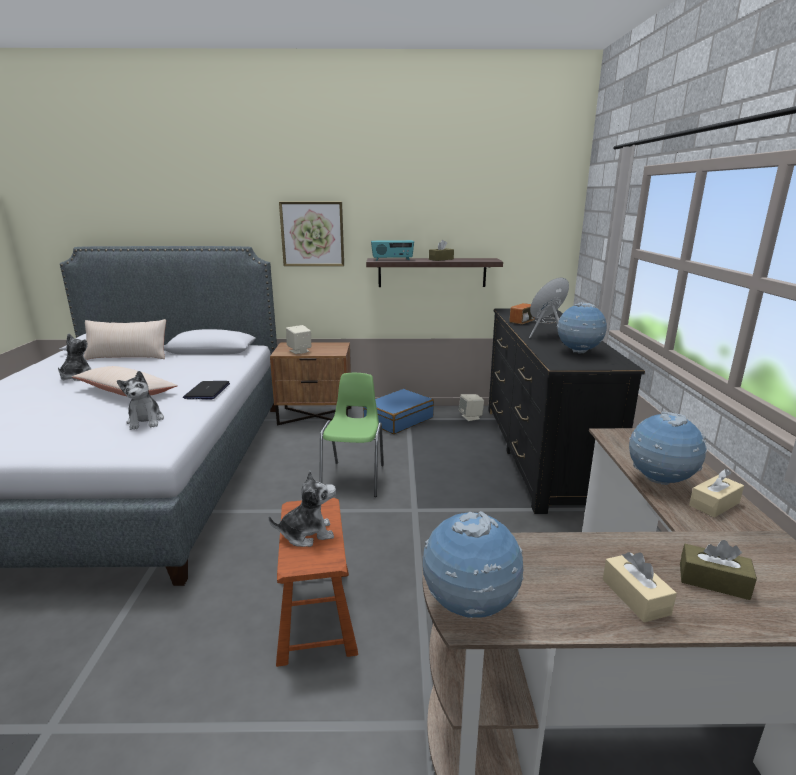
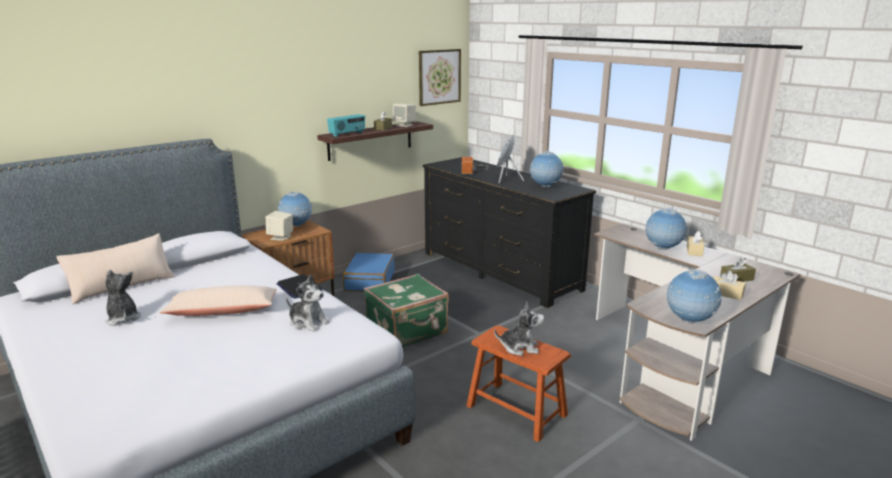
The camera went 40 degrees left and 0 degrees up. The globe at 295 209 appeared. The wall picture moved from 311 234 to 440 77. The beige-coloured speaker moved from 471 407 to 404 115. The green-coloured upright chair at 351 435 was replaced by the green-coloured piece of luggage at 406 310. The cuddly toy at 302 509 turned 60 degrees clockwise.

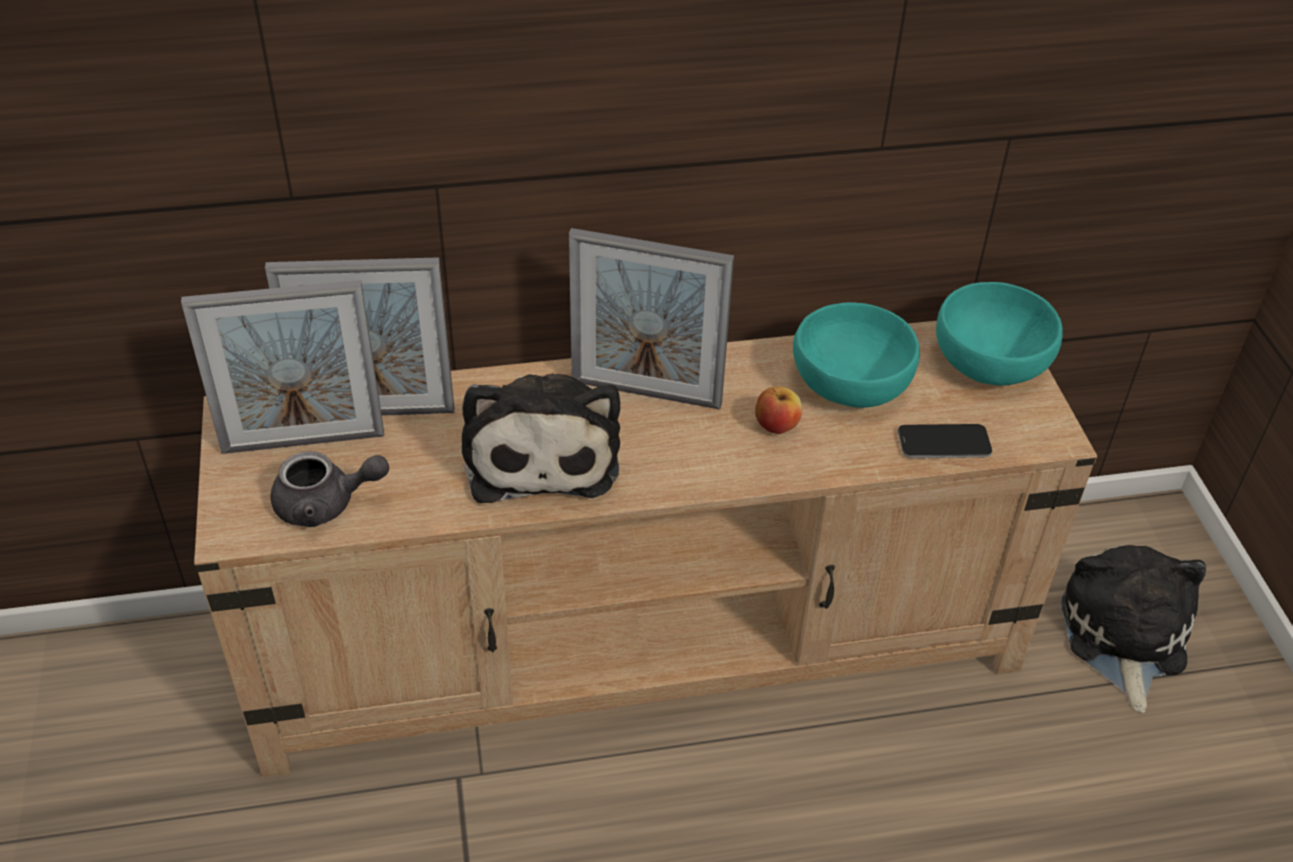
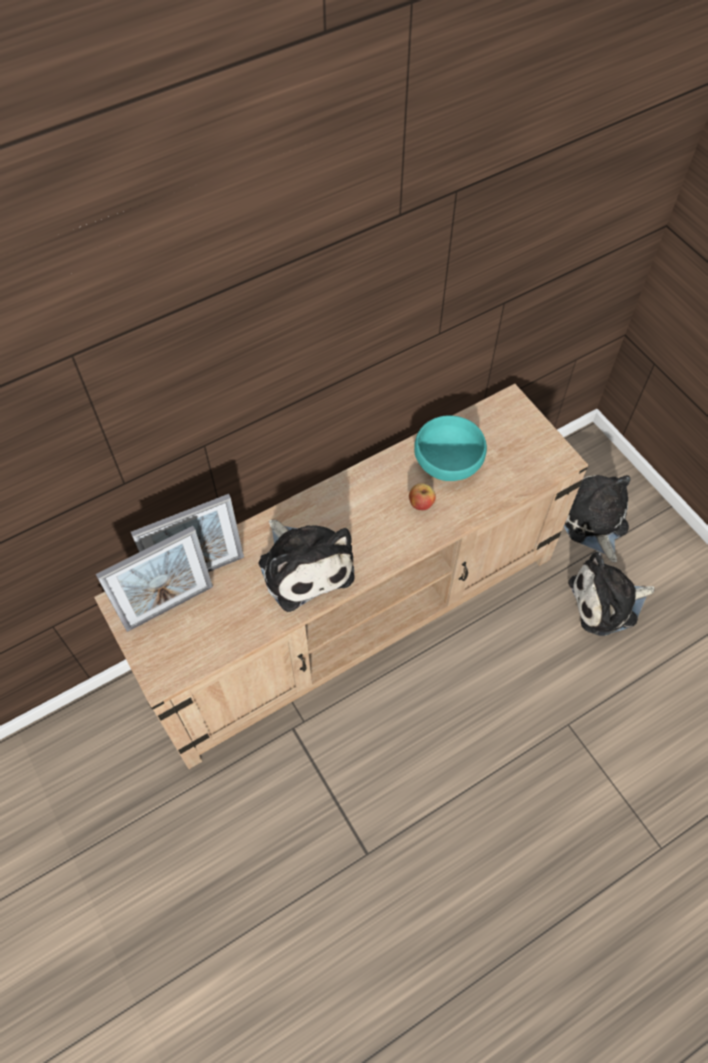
The camera went 20 degrees left and 15 degrees up. The grey tea pot at 329 489 disappeared. The standing frame at 651 319 disappeared. The phone at 945 441 disappeared. The turquoise-coloured bowl at 999 334 disappeared. The cuddly toy at 611 594 appeared.

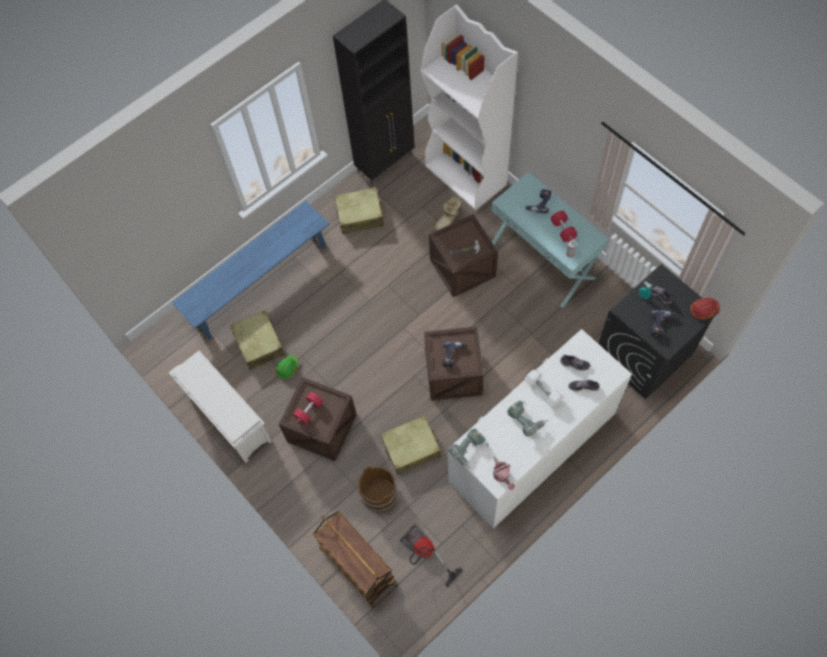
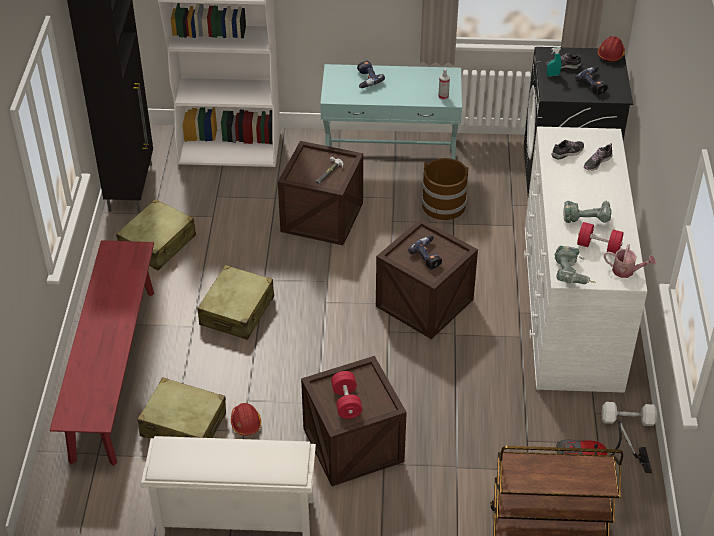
The camera went 50 degrees left and 20 degrees down. The boot at 448 214 disappeared. The brown water bucket moved from 378 489 to 445 189. The beige-coloured piece of luggage moved from 410 445 to 235 302. The white-coloured dumbbell moved from 544 388 to 629 414. The red-coloured dumbbell moved from 564 226 to 600 238. The blue-coloured long seat at 250 270 became the red-coloured long seat at 102 353. The green-coloured work helmet at 287 367 became the red-coloured work helmet at 246 419.

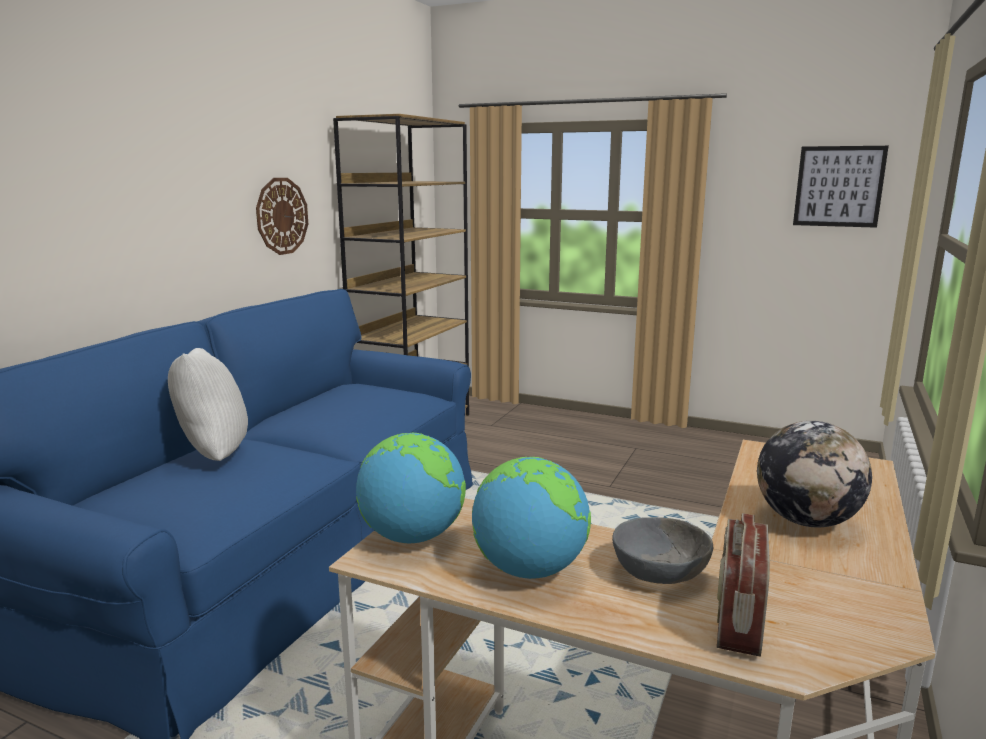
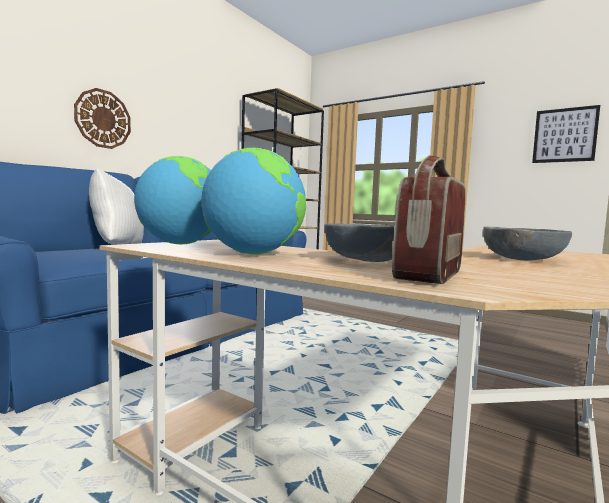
The camera went 10 degrees right and 10 degrees down. The hanging clock moved from 282 216 to 102 118. The globe at 814 474 was replaced by the grey bowl at 527 243.

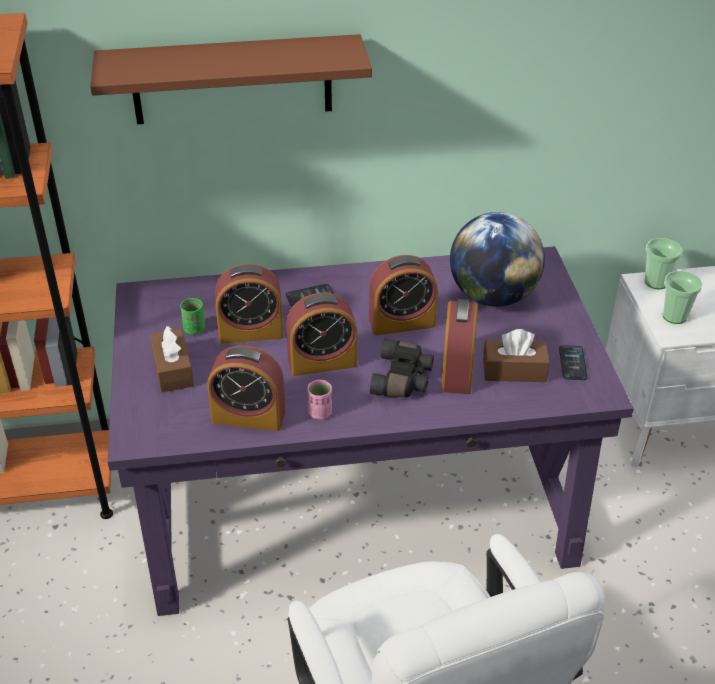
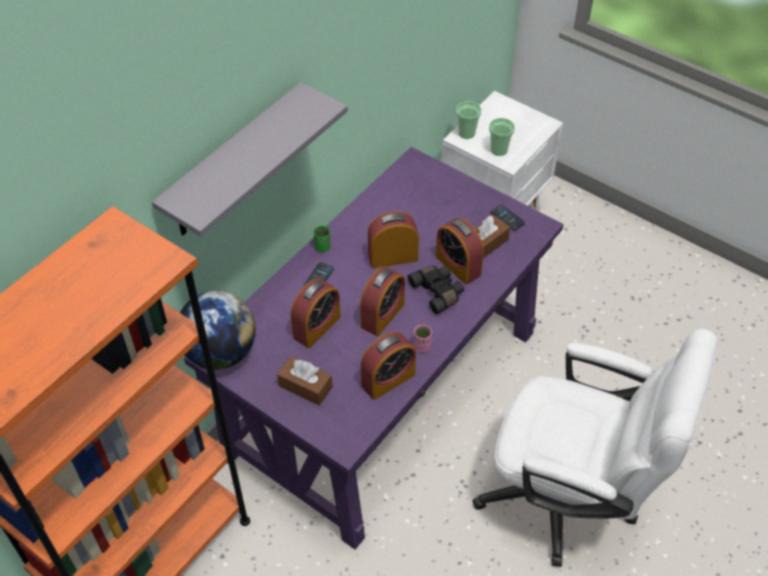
The camera went 45 degrees left and 10 degrees up. The green-coloured cup moved from 192 316 to 322 239. The globe moved from 497 259 to 218 330. The brown shelf at 231 79 became the grey shelf at 250 159. The bedside clock at 403 295 turned 135 degrees counterclockwise.

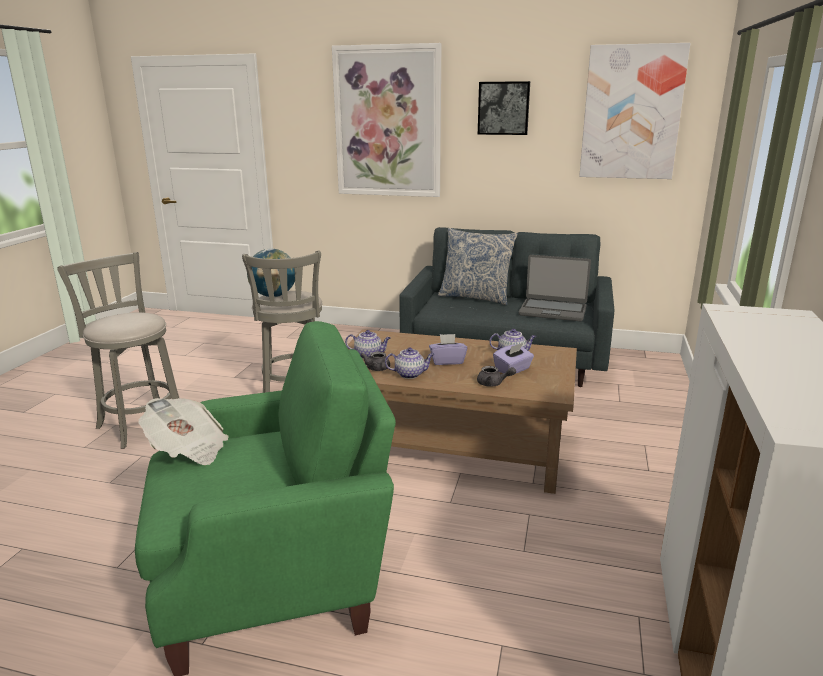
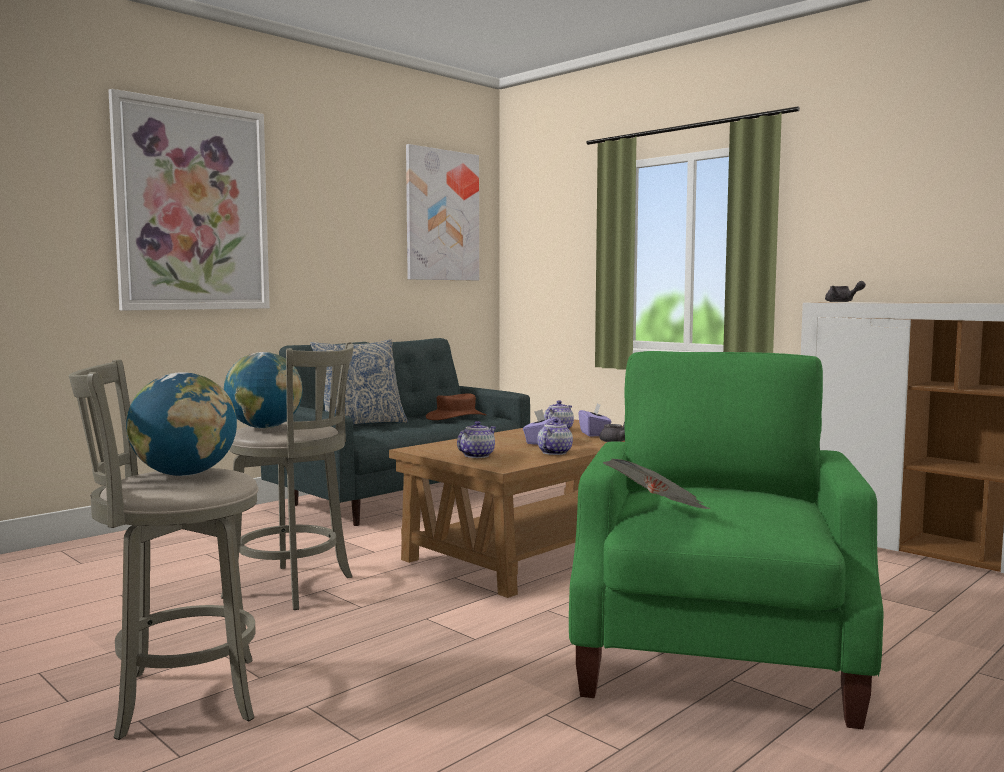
The camera went 60 degrees left and 15 degrees down. The wall picture at 504 108 disappeared. The globe at 181 424 appeared. The grey tea pot moved from 375 361 to 845 291. The laptop at 554 288 was replaced by the brown hat at 456 406.

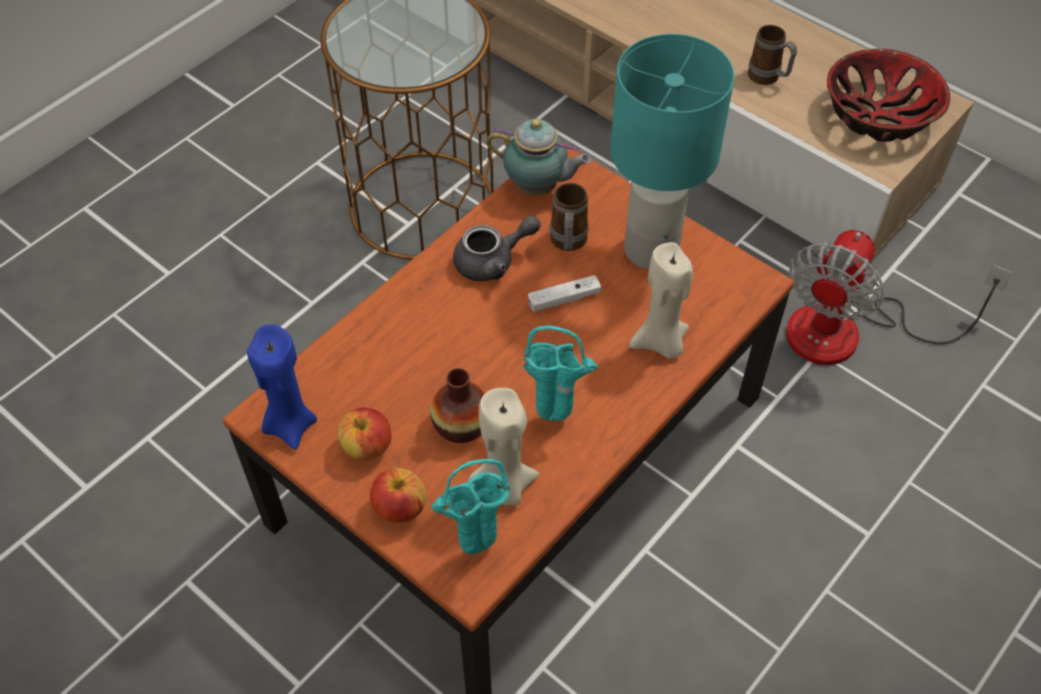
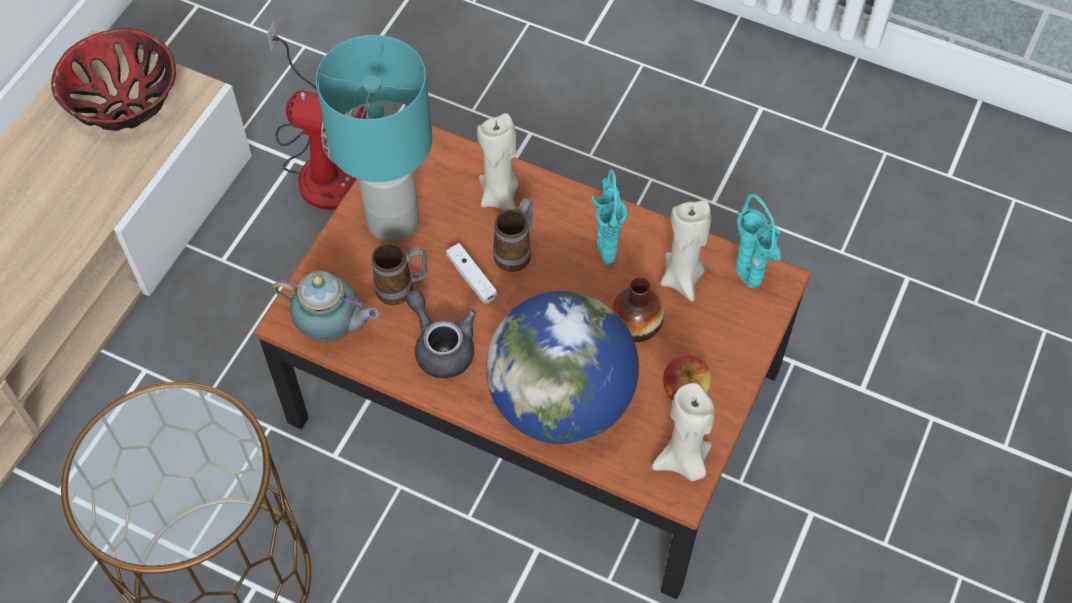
The camera went 105 degrees left and 5 degrees up. The apple fruit at 398 495 disappeared. The globe at 562 367 appeared. The coffee mug moved from 772 55 to 513 235. The blue-coloured wax candle at 282 387 became the beige-coloured wax candle at 683 432. The tea pot at 538 157 turned 105 degrees clockwise.

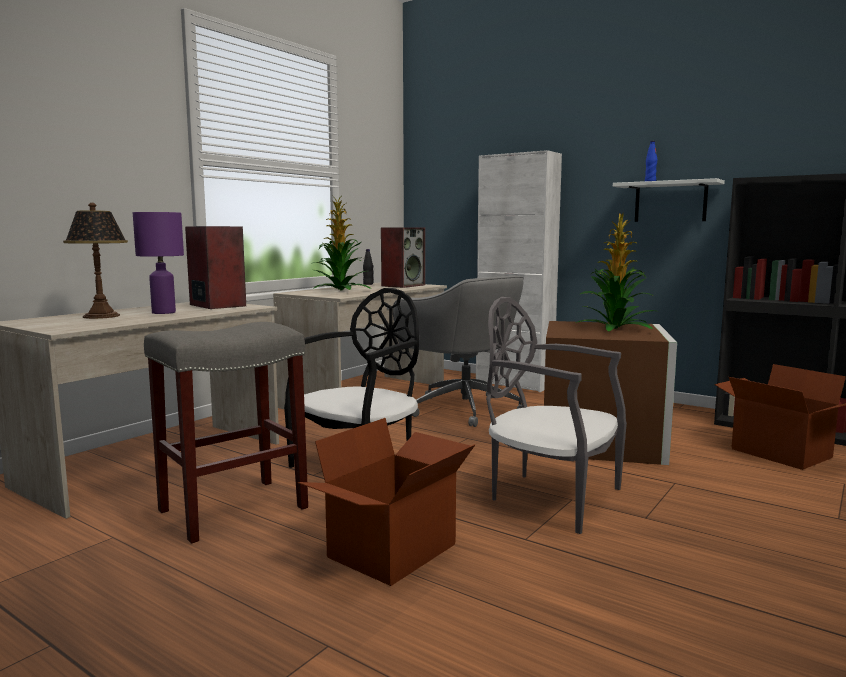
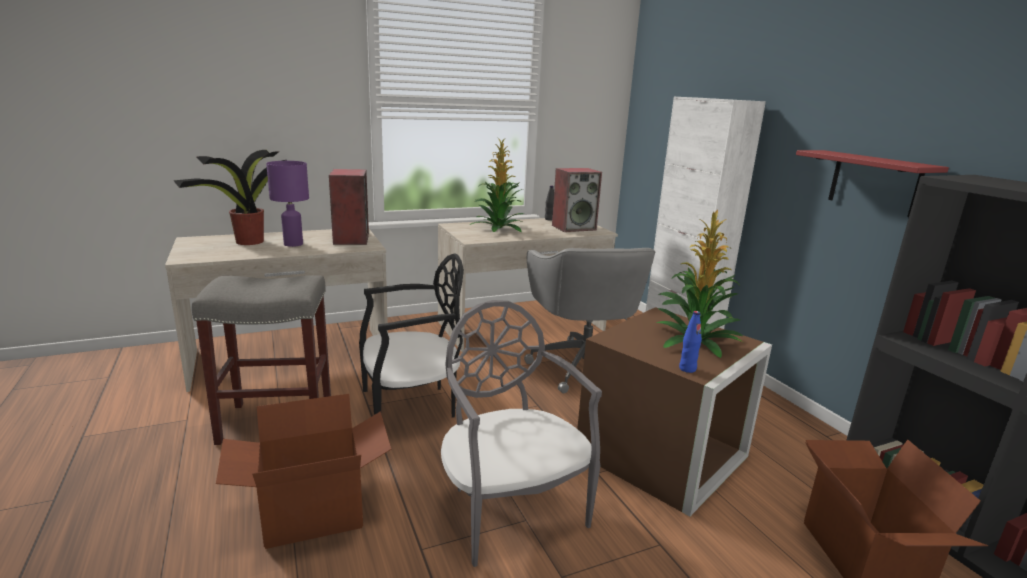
The camera went 30 degrees right and 10 degrees up. The blue-coloured beverage bottle moved from 651 161 to 690 342. The tabletop lamp at 95 261 was replaced by the houseplant at 230 197. The white-coloured shelf at 669 200 became the red-coloured shelf at 872 183.

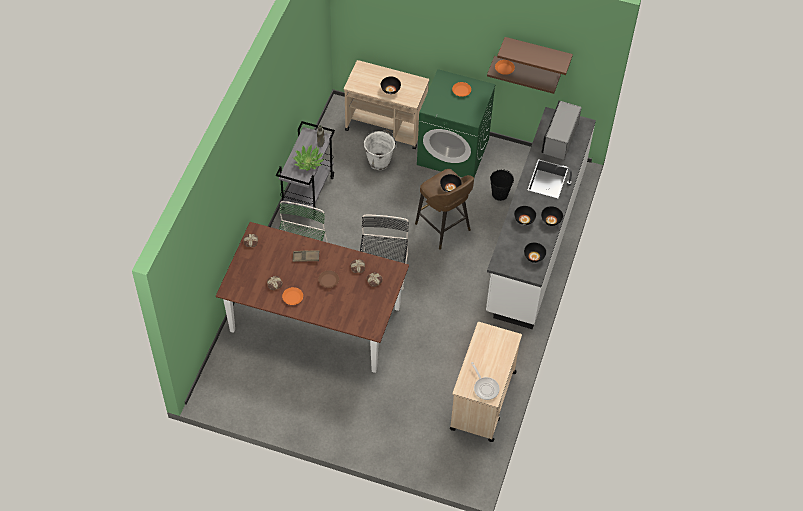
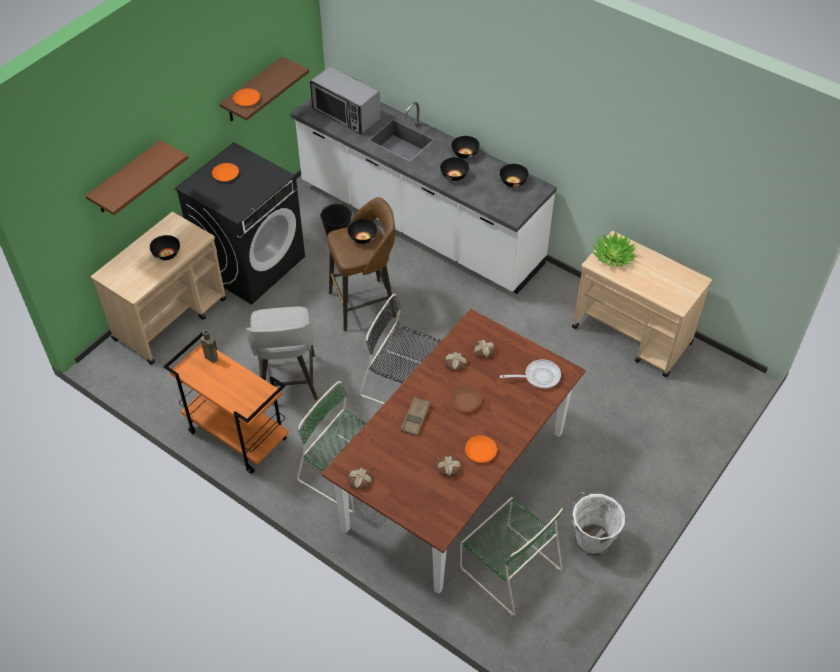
The camera went 70 degrees left and 5 degrees down. The grey stool seat at 282 353 appeared. The green-coloured upright chair at 511 556 appeared. The houseplant moved from 309 158 to 614 249. The white-coloured water bucket moved from 380 150 to 598 524. The pan moved from 485 381 to 530 374. The brown shelf moved from 535 56 to 137 177. The grey cart at 305 169 became the orangey cart at 226 403. The green-coloured washing machine at 456 123 became the black-coloured washing machine at 240 223.

